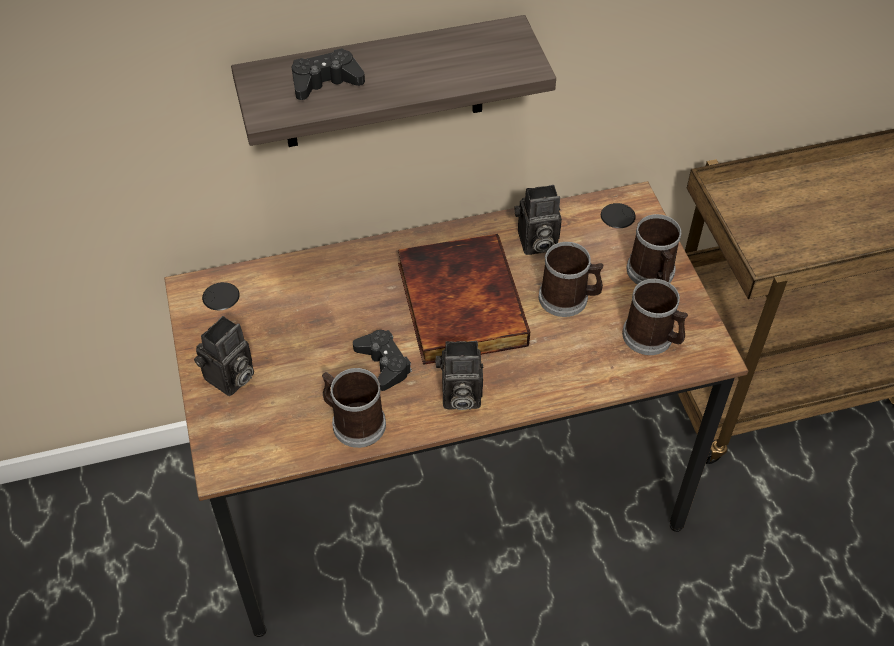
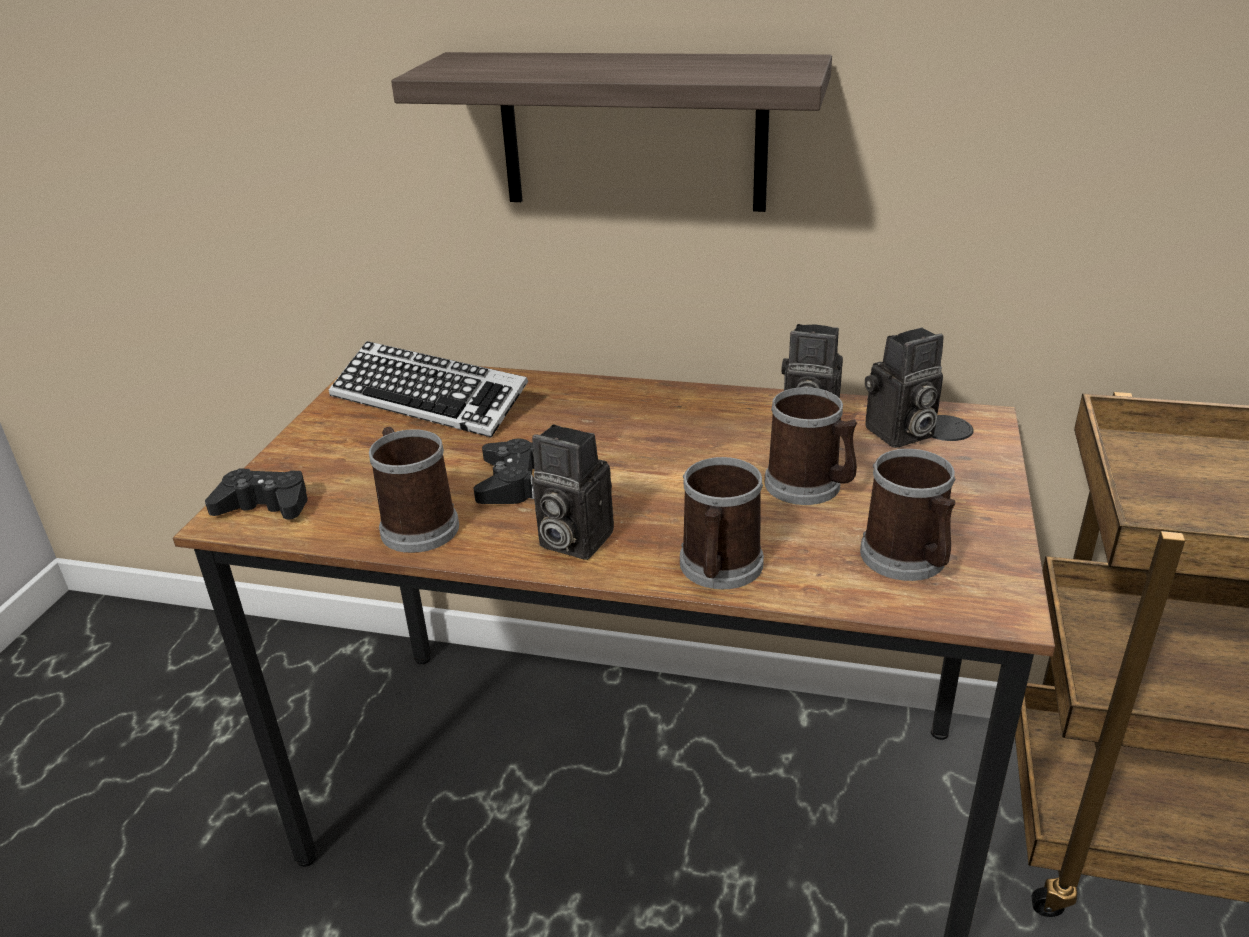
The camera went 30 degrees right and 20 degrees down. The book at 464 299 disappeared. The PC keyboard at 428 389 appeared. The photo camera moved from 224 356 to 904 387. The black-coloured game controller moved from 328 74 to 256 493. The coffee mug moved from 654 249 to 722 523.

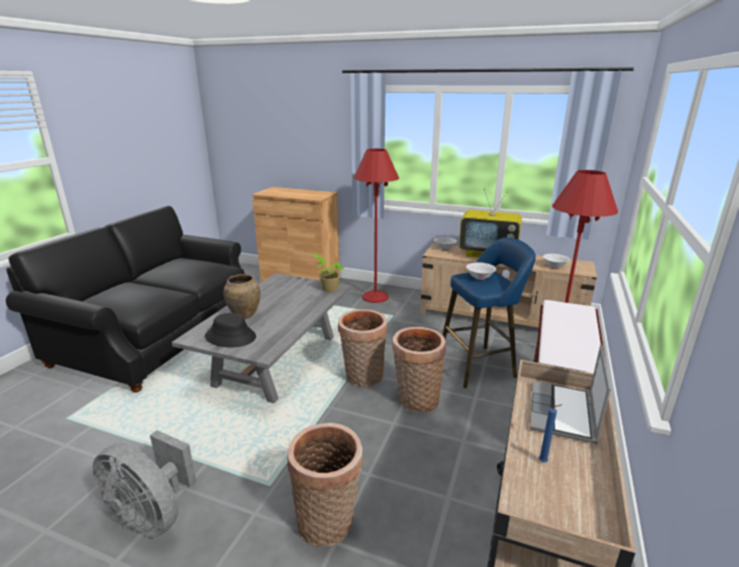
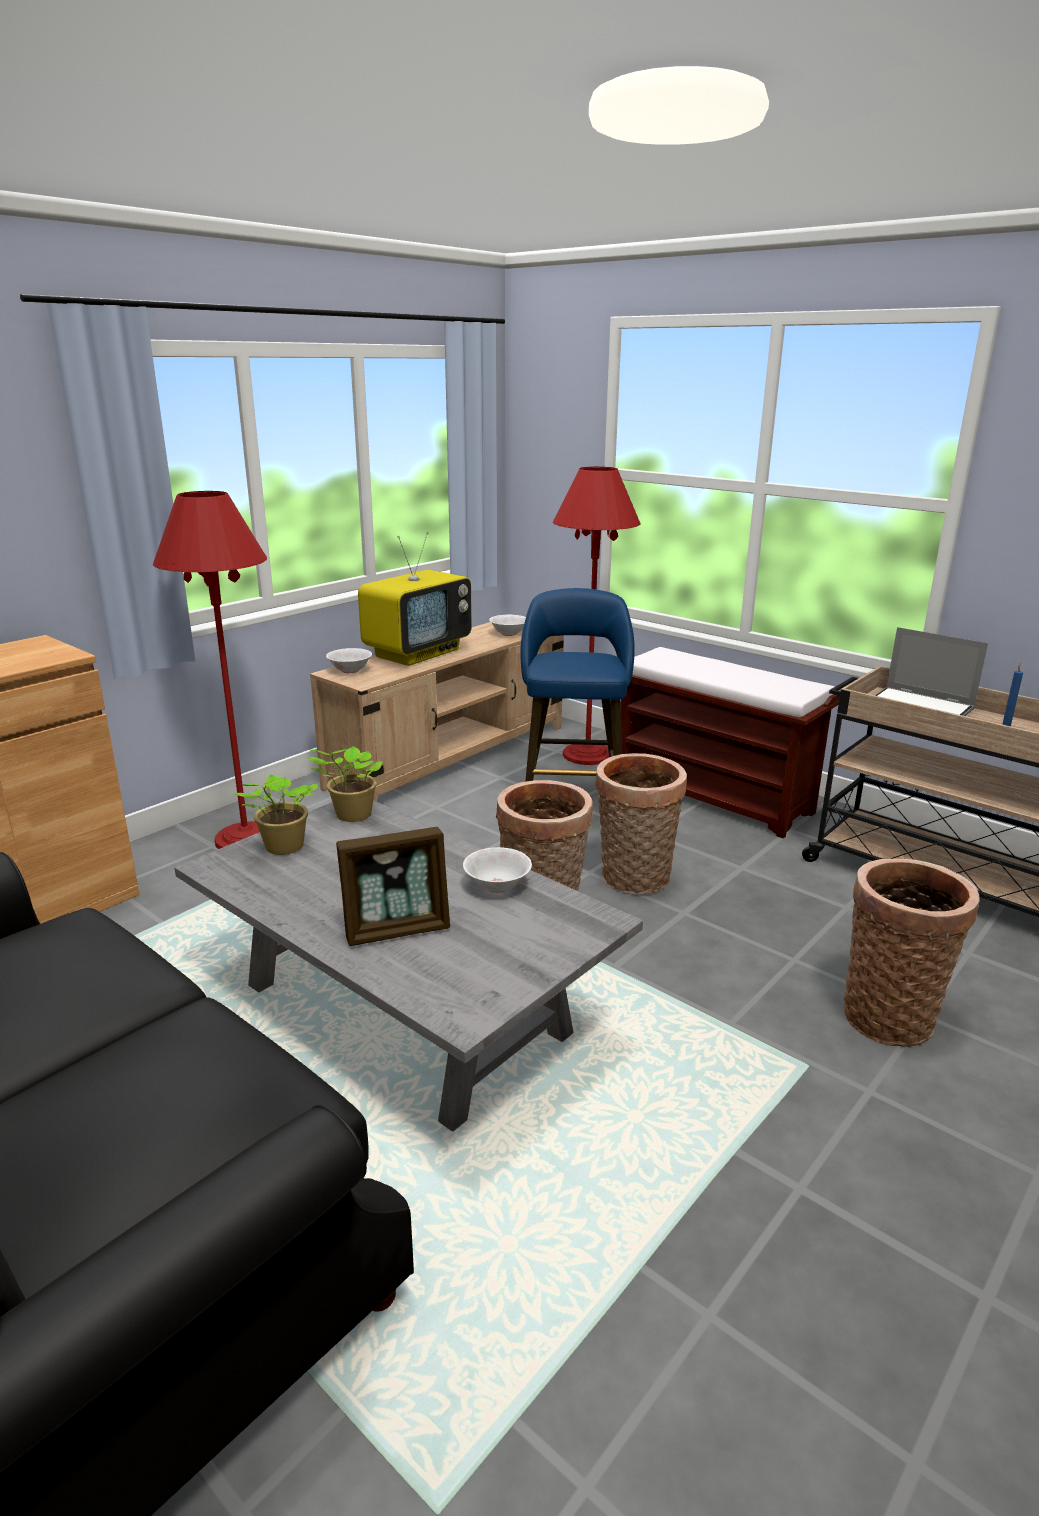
The camera went 70 degrees left and 0 degrees up. The grey cooling fan at 144 484 disappeared. The black-coloured hat at 230 330 disappeared. The houseplant at 276 815 appeared. The white-coloured bowl moved from 481 271 to 497 870. The brown decorative vase at 241 296 was replaced by the standing frame at 393 886.

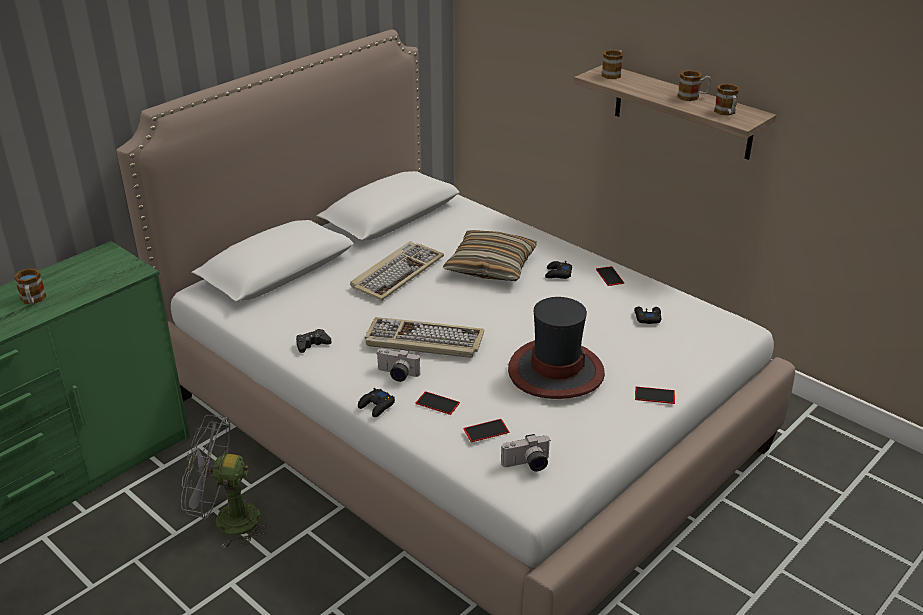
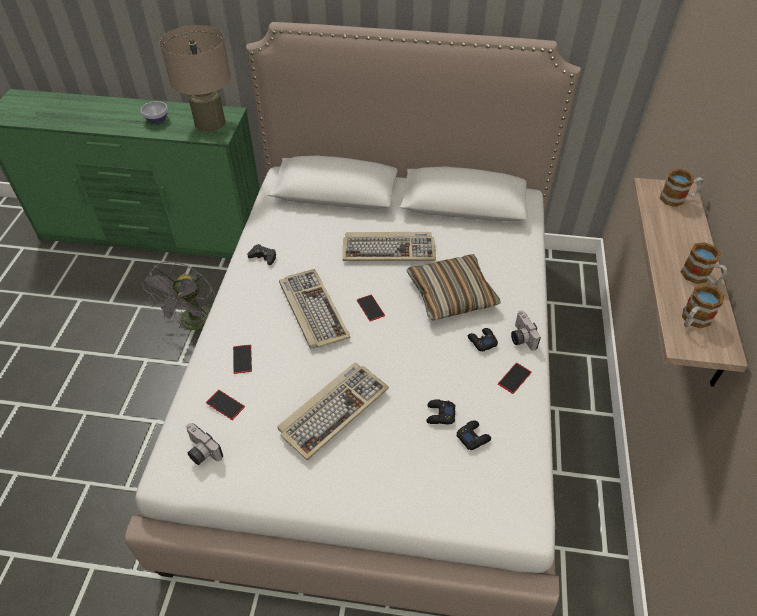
The camera went 55 degrees right and 15 degrees up. The beige-coloured tabletop lamp at 195 78 appeared. The black-coloured game controller moved from 376 402 to 440 412. The photo camera moved from 398 365 to 526 330. The phone moved from 655 395 to 371 307. The coffee mug at 30 286 was replaced by the bowl at 154 112. The hat at 556 348 was replaced by the PC keyboard at 333 411. The grey cooling fan at 226 481 turned 135 degrees counterclockwise.

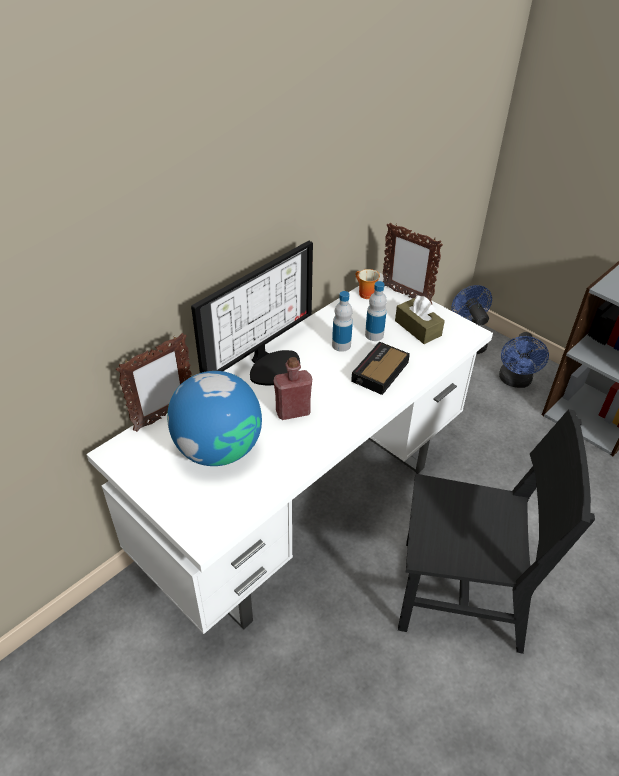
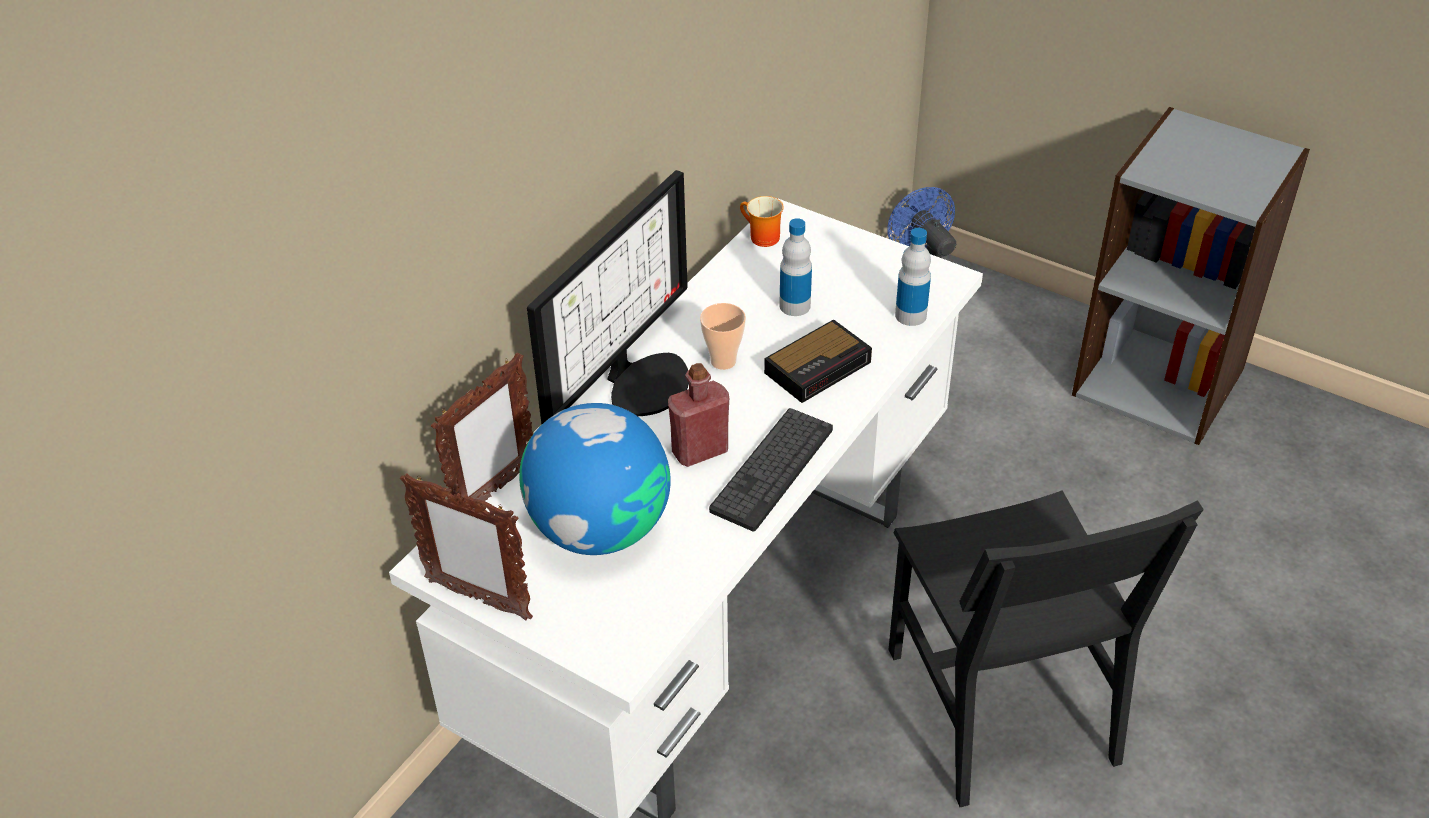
The camera went 10 degrees left and 0 degrees up. The brown tissue holder at 420 319 disappeared. The blue-coloured cooling fan at 524 360 disappeared. The cup at 723 336 appeared. The PC keyboard at 771 469 appeared. The beverage bottle moved from 342 321 to 913 277. The standing frame moved from 413 263 to 466 547. The bedside clock at 380 368 turned 150 degrees counterclockwise. The black-coloured upright chair at 496 531 turned 75 degrees clockwise.

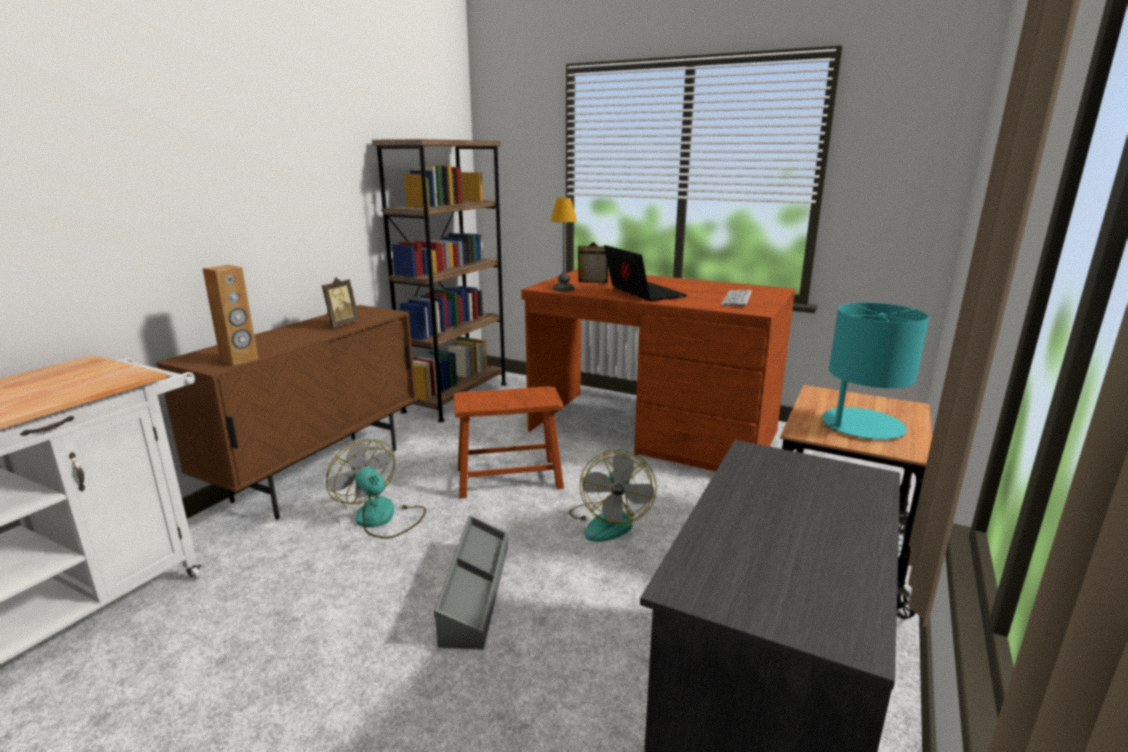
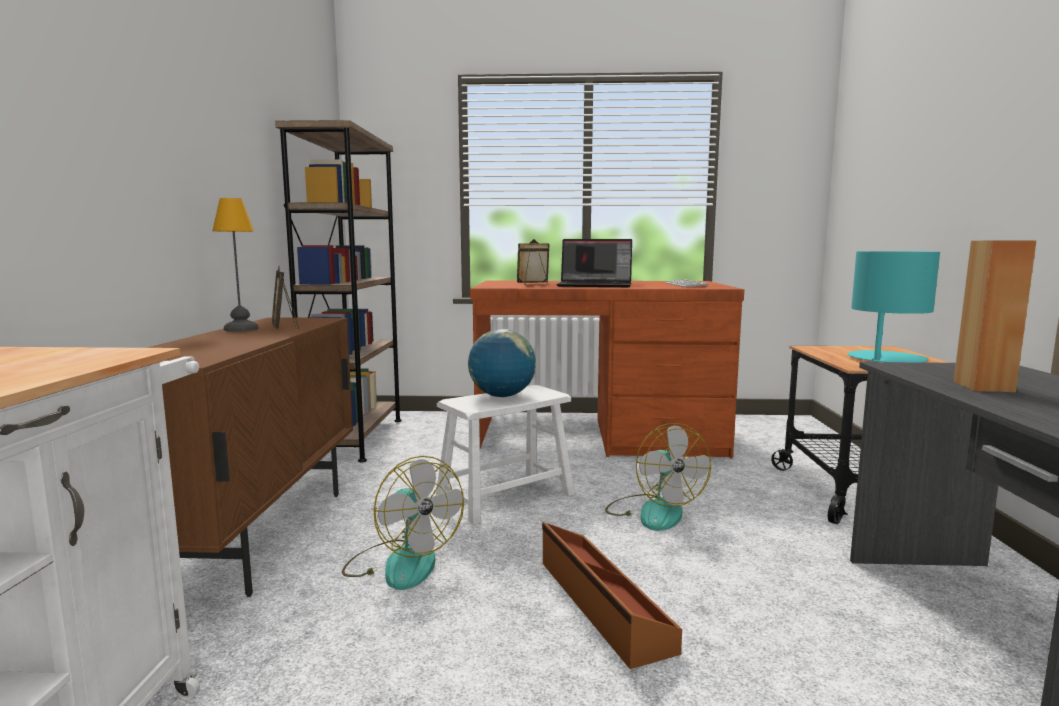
The camera went 25 degrees left and 10 degrees down. The globe at 502 363 appeared. The brown speaker moved from 230 315 to 995 316. The tabletop lamp moved from 564 245 to 235 265. The grey storage container at 471 582 became the brown storage container at 612 595. The brown stool seat at 508 442 became the white-coloured stool seat at 505 454. The standing frame at 340 302 turned 150 degrees clockwise. The cooling fan at 376 489 turned 150 degrees counterclockwise. The laptop at 645 273 turned 150 degrees clockwise.

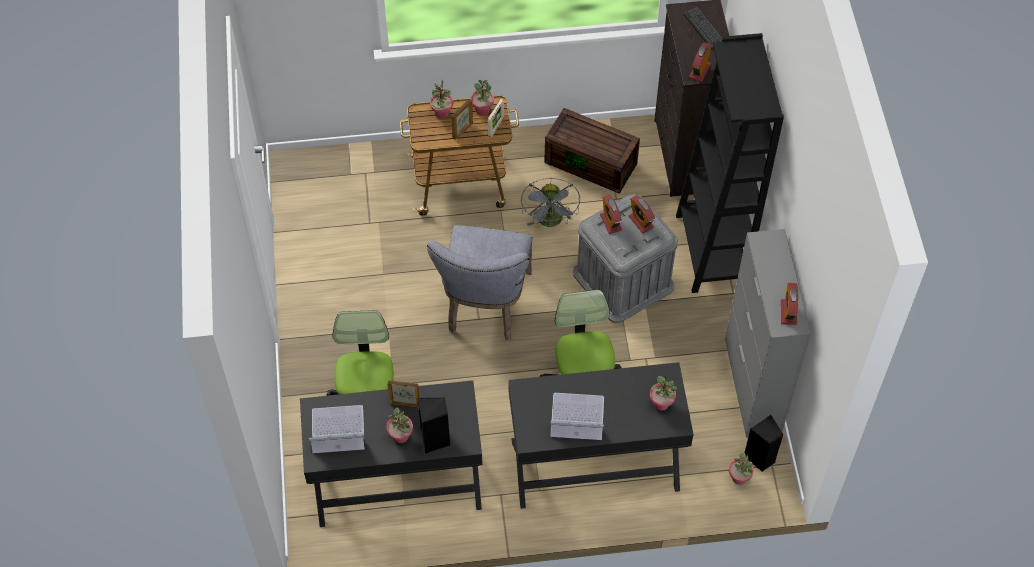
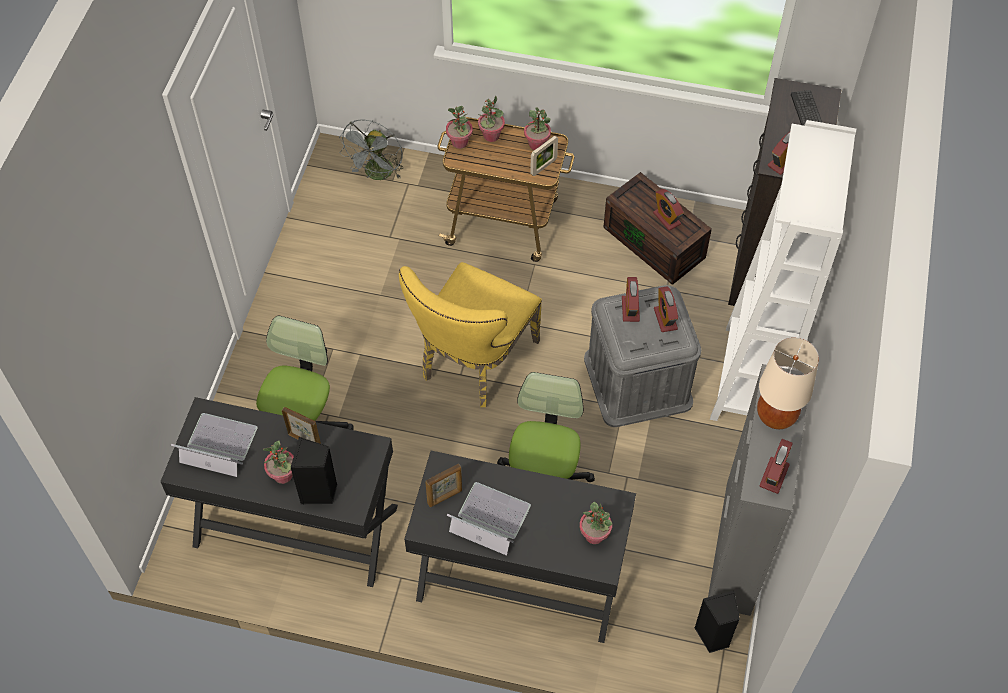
The camera went 20 degrees right and 0 degrees up. The bedside clock at 668 210 appeared. The beige-coloured tabletop lamp at 788 383 appeared. The standing frame moved from 462 119 to 443 485. The grey cooling fan moved from 550 203 to 371 149. The houseplant moved from 741 468 to 459 127. The grey upright chair at 480 282 became the yellow upright chair at 470 334. The black-coloured bookcase at 730 163 became the white-coloured bookcase at 783 270.

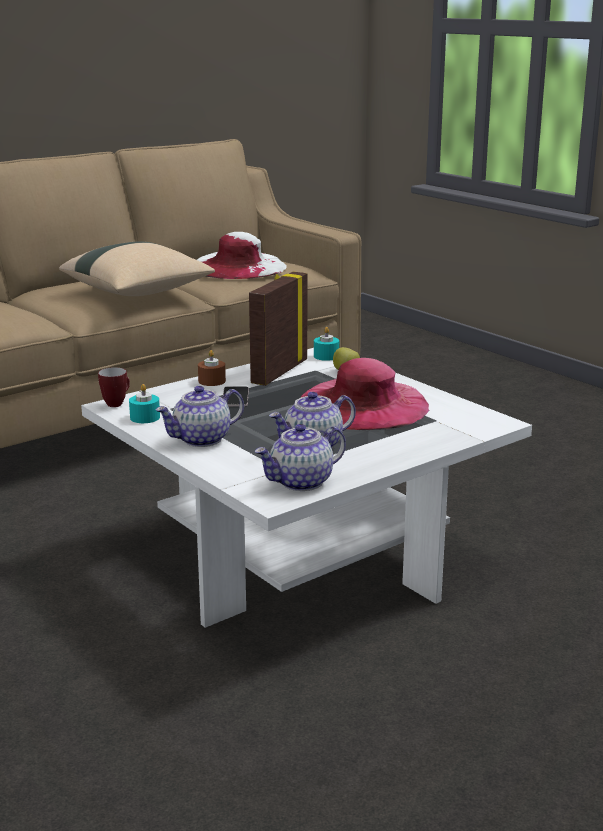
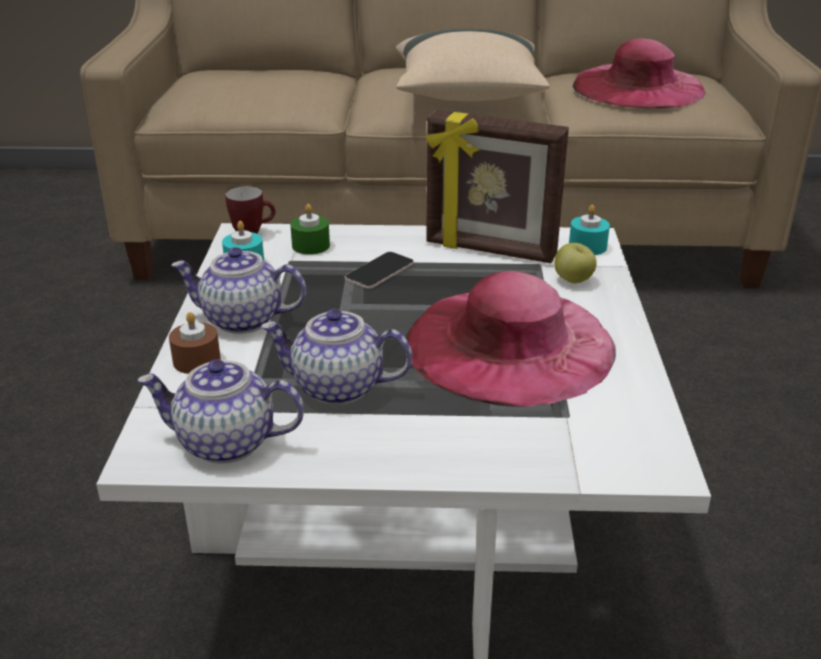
The camera went 40 degrees right and 10 degrees up. The green-coloured wax candle at 310 229 appeared. The brown wax candle moved from 212 368 to 195 343. The white-coloured hat at 242 255 became the pinkish hat at 639 73. The standing frame at 278 329 turned 135 degrees counterclockwise.

